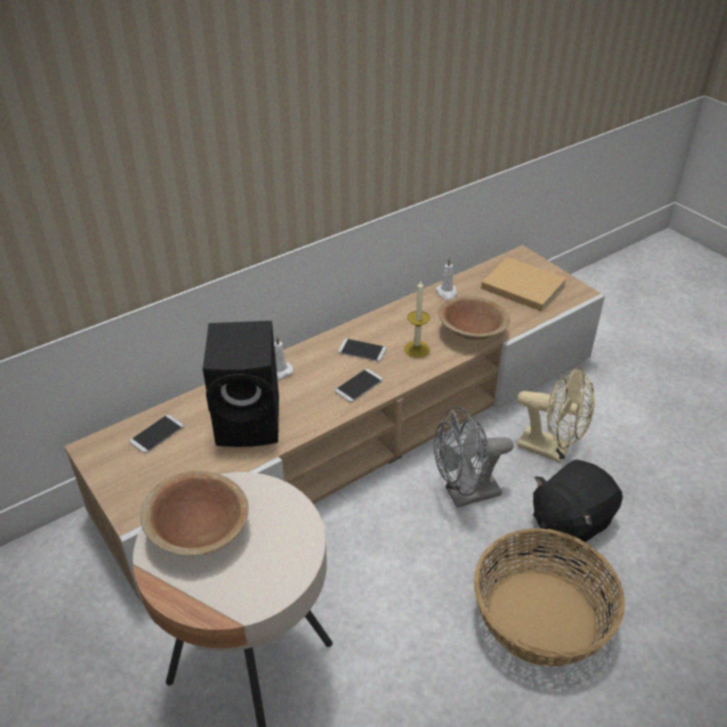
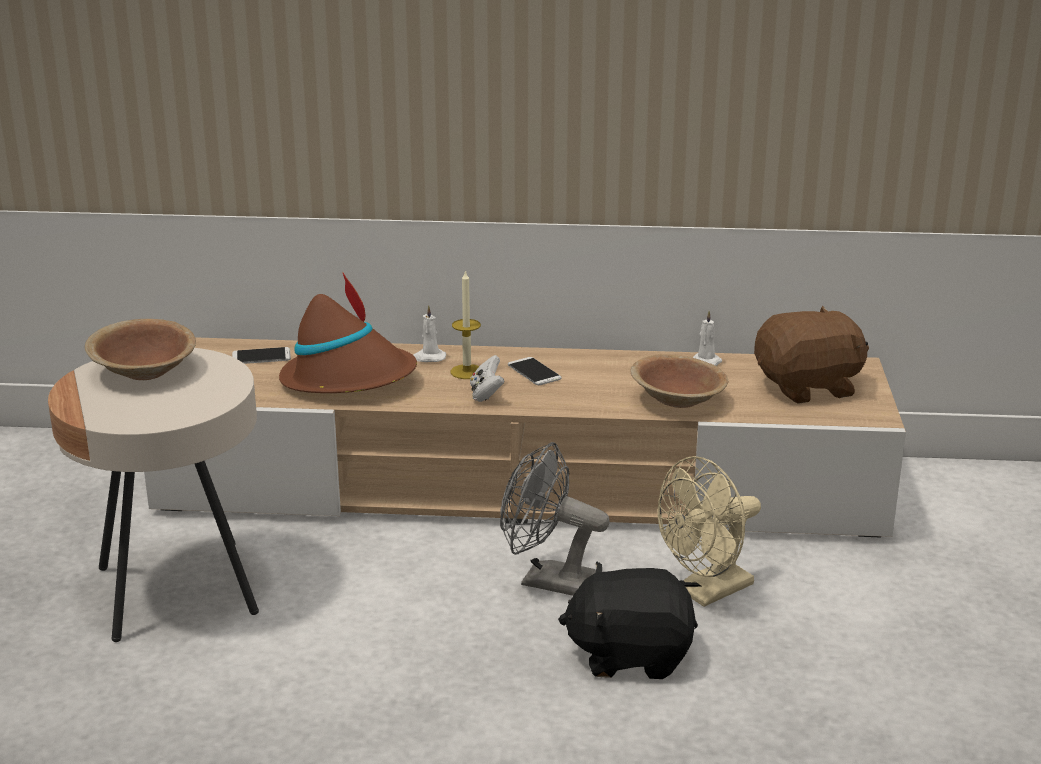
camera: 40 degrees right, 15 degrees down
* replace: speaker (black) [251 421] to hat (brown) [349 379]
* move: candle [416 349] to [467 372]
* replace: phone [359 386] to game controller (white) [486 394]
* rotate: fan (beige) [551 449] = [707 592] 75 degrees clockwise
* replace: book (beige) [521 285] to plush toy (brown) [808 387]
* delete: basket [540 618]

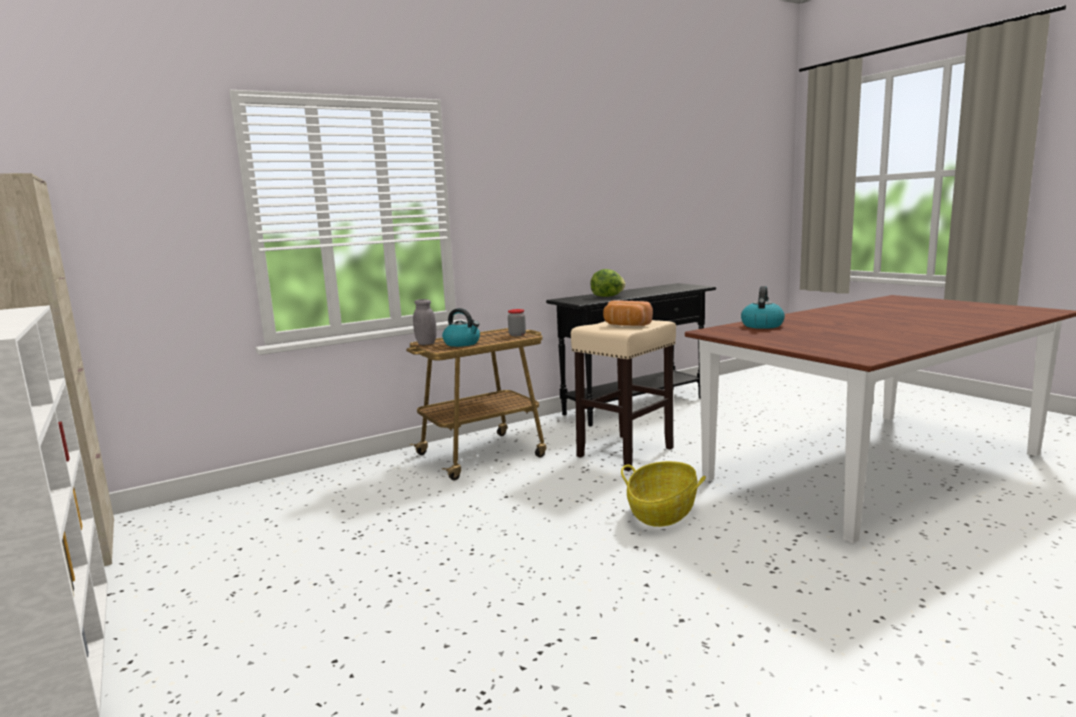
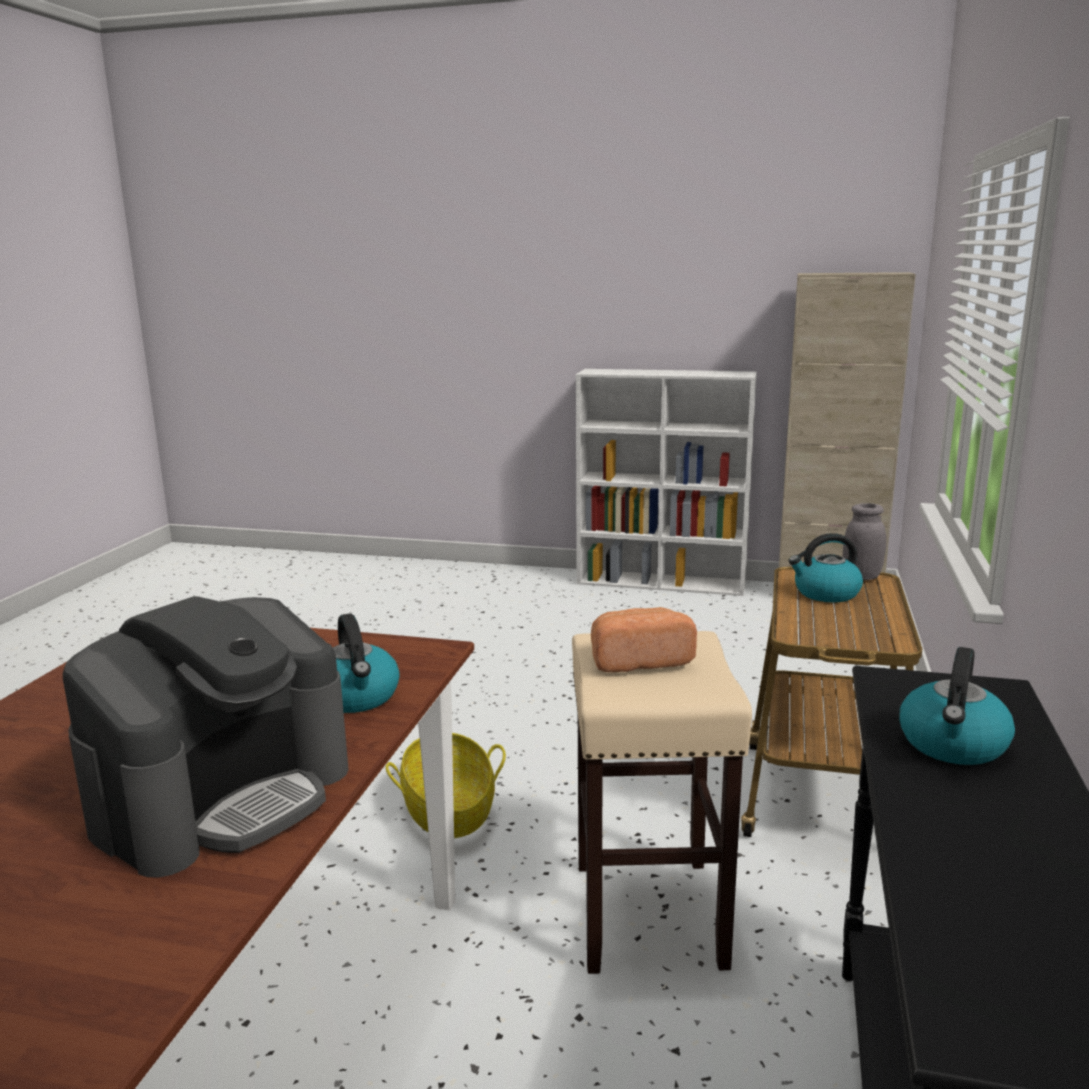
camera: 135 degrees right, 5 degrees up
* insert: coffee machine [223 796]
* replace: lettuce [608 296] to kettle [953 745]
* delete: jar [517 335]

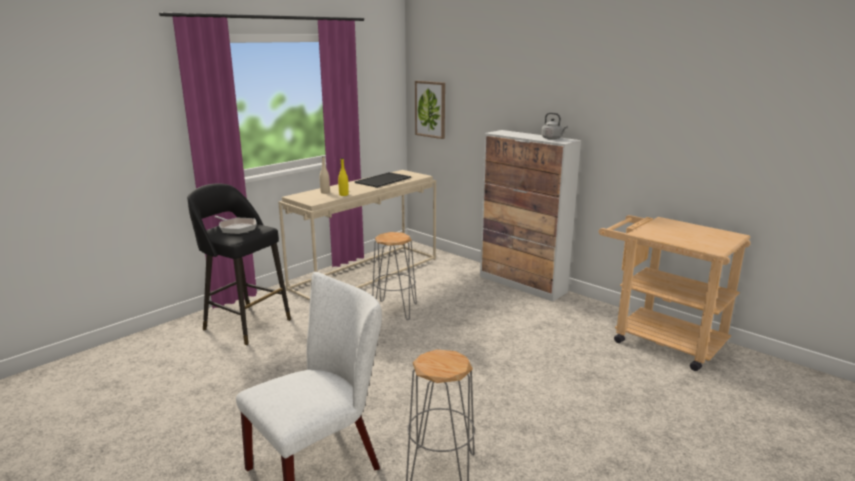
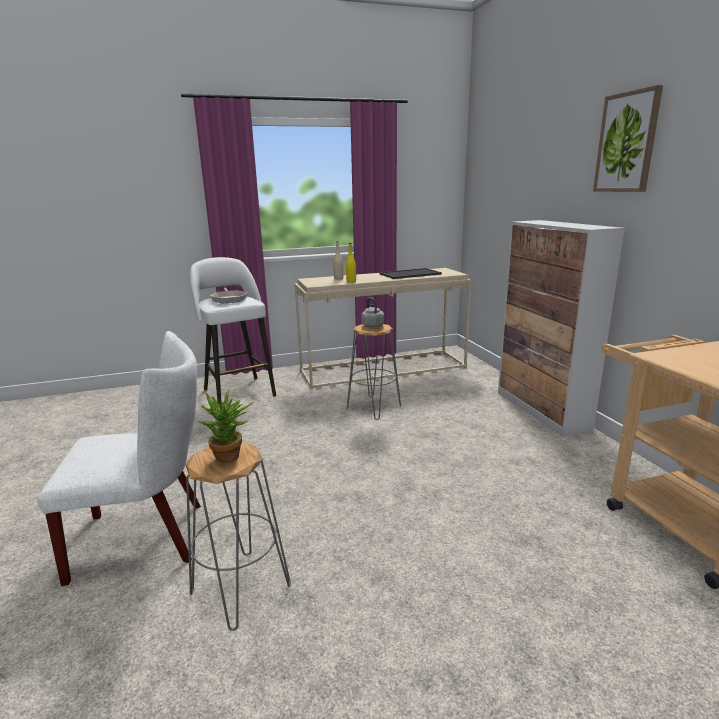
camera: 30 degrees right, 0 degrees up
* recolor: stool (black) [245 324] to stool (white) [238 392]
* insert: potted plant [231 458]
* move: kettle (grey) [552 138] to [373 326]
* move: picture [430 109] to [627 143]

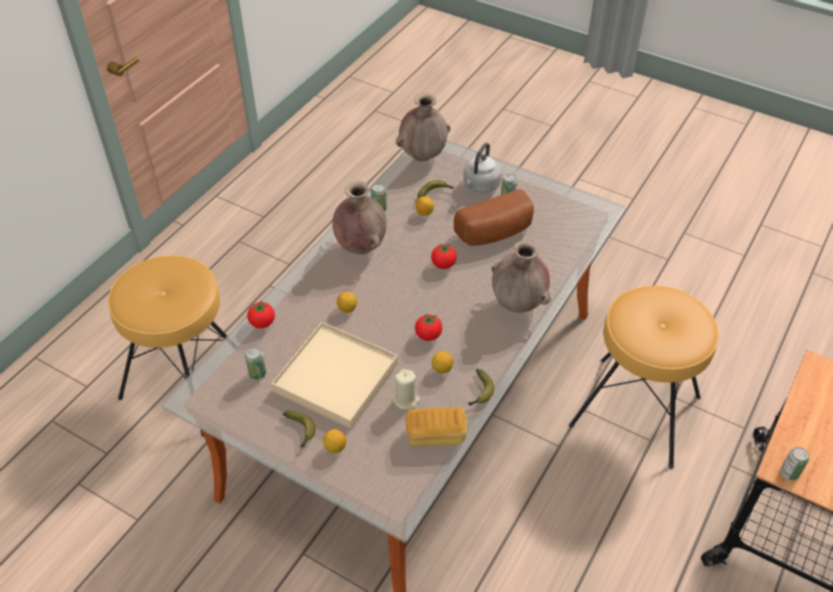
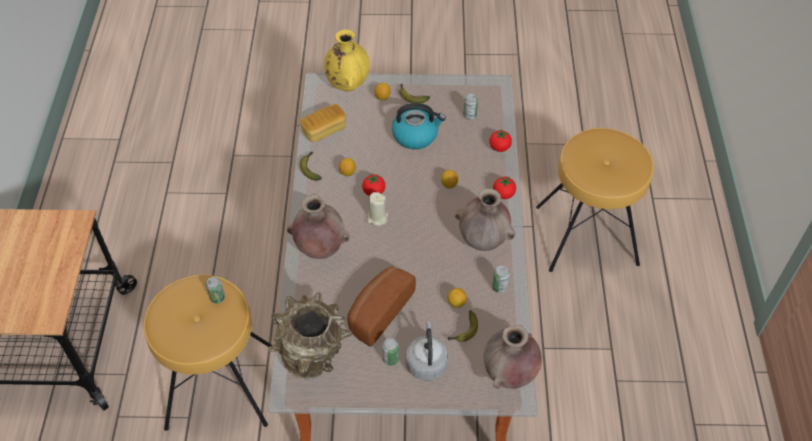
camera: 150 degrees right, 5 degrees up
* move: can [789 473] to [217 298]
* insert: vase (brown) [313 356]
* insert: vase (yellow) [347 84]
* move: candle (beige) [406 400] to [377 218]
* replace: tray (beige) [336 378] to kettle [416 135]
* move: tomato [443 264] to [503 194]

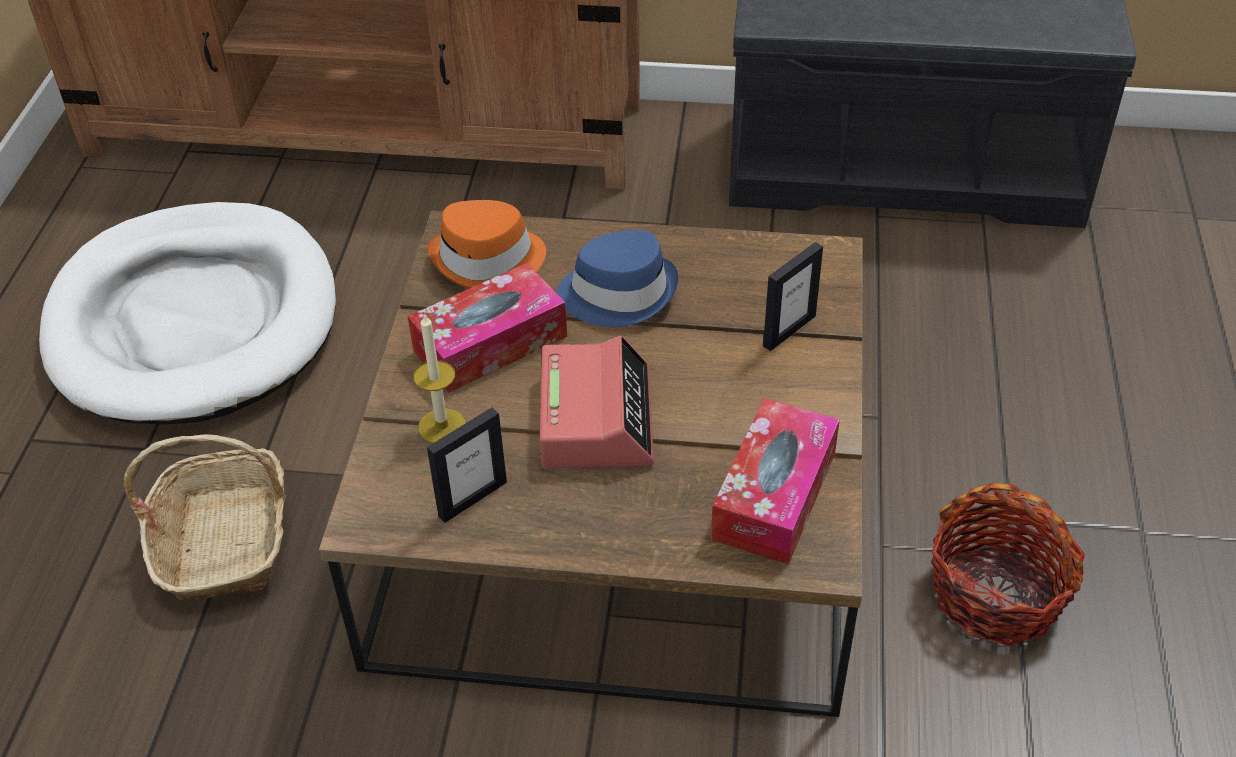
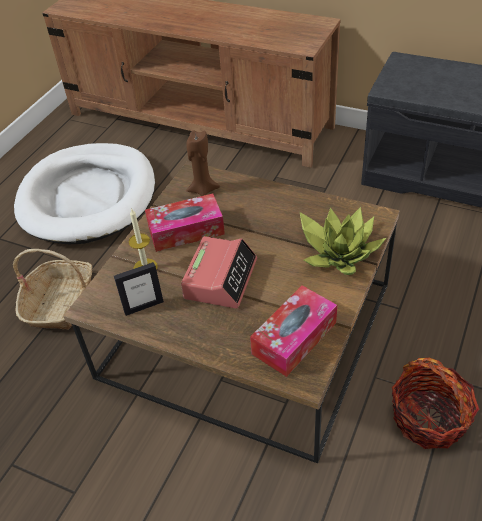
camera: 20 degrees right, 0 degrees up
* replace: hat (orange) [488 261] to candle (brown) [203 190]
* replace: picture frame [788 331] to potted plant [339 252]
* delete: hat (blue) [619 293]

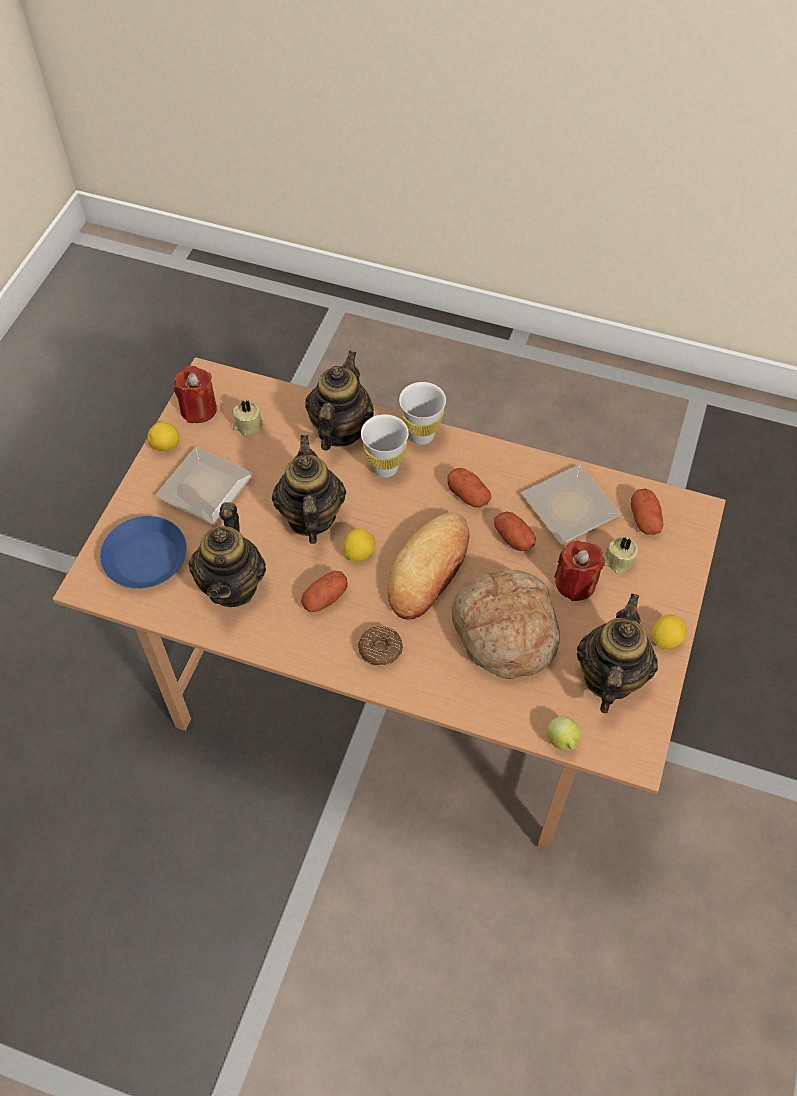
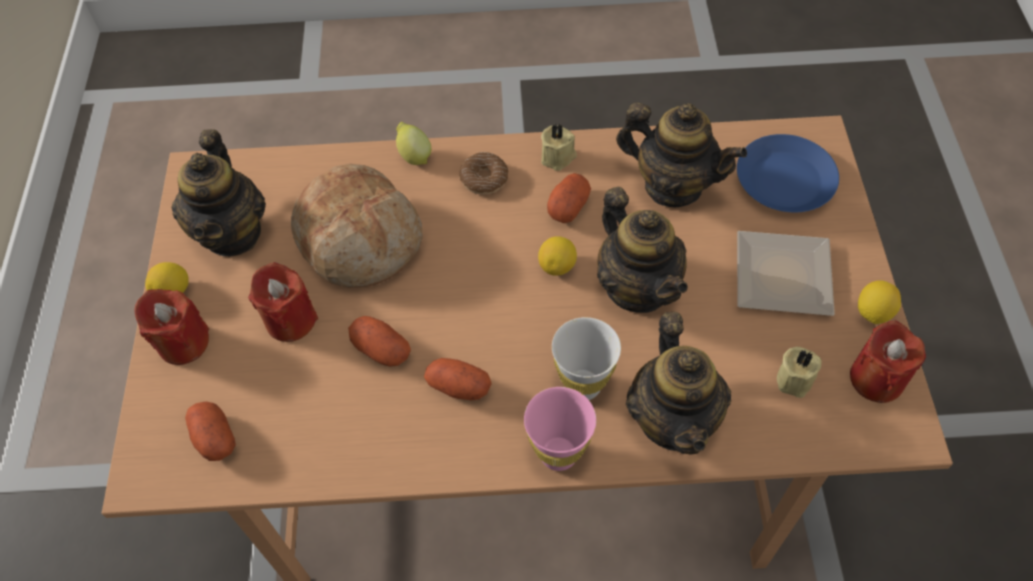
camera: 160 degrees right, 0 degrees up
* insert: candle (red) [183 342]
* move: lemon [562 742] to [414 156]
* recolor: cup (white) [421 435] to cup (pink) [558 454]
* move: candle (beige) [618 561] to [558 157]
* rotate: teapot [233 585] = [672 186] 135 degrees clockwise
* delete: bread [429 570]
* delete: plate [570 504]

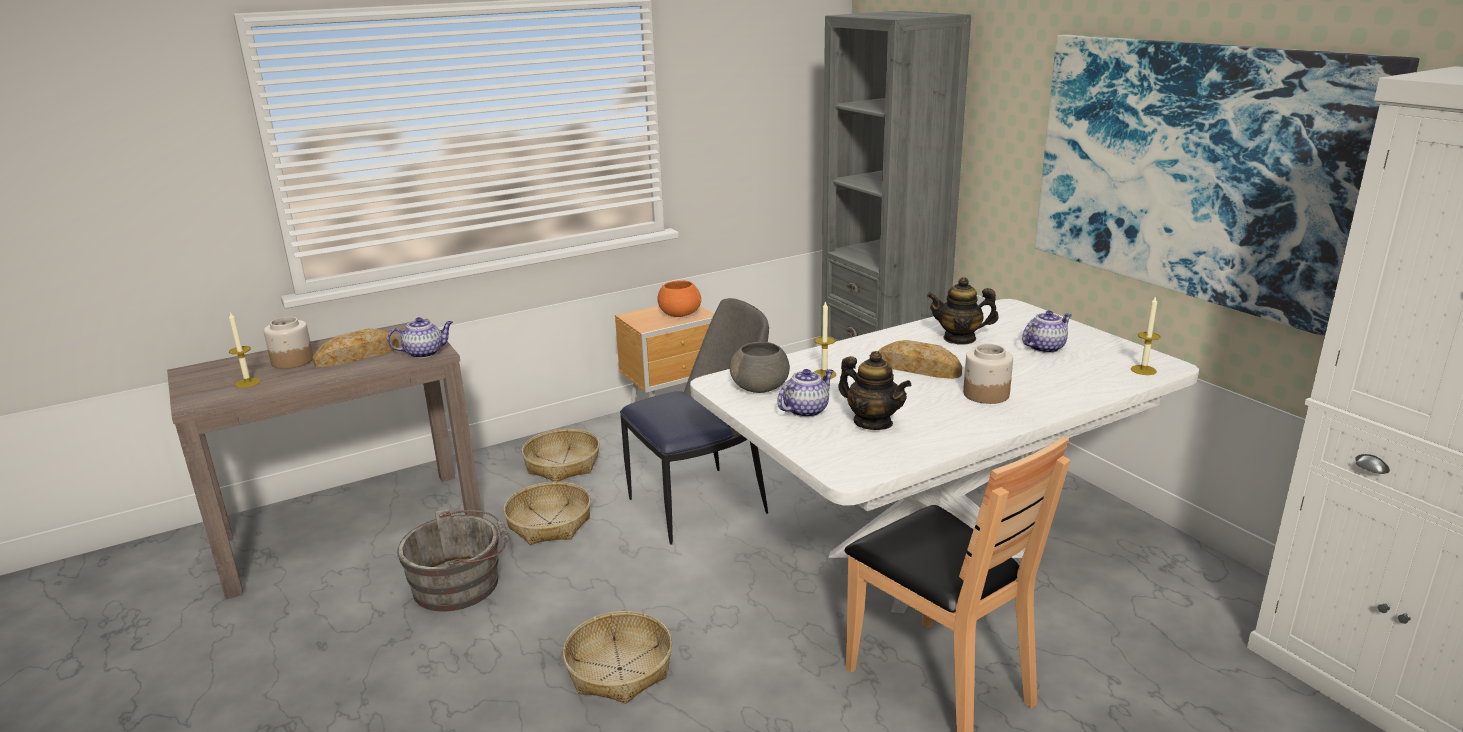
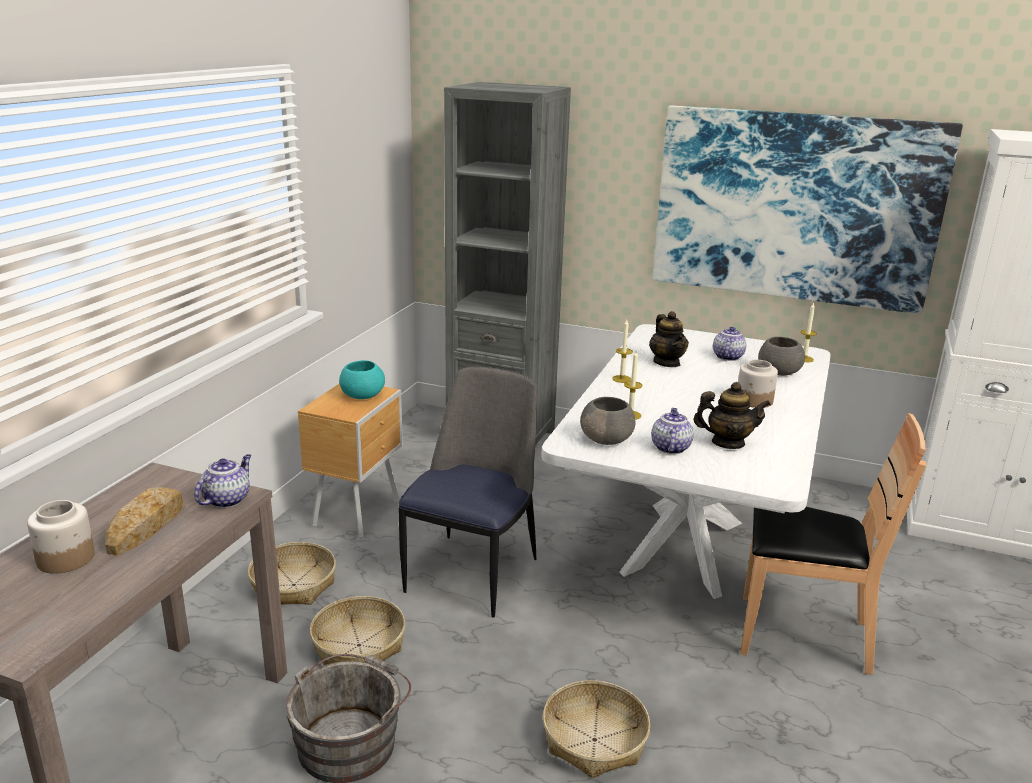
camera: 40 degrees left, 0 degrees up
* recolor: bowl (orange) [679 314] to bowl (turquoise) [362 396]
* move: candle [248 383] to [622 379]
* rotate: teapot [959 338] = [667 362] 75 degrees counterclockwise
* insert: bowl (grey) [778 372]
* delete: bread [917 368]

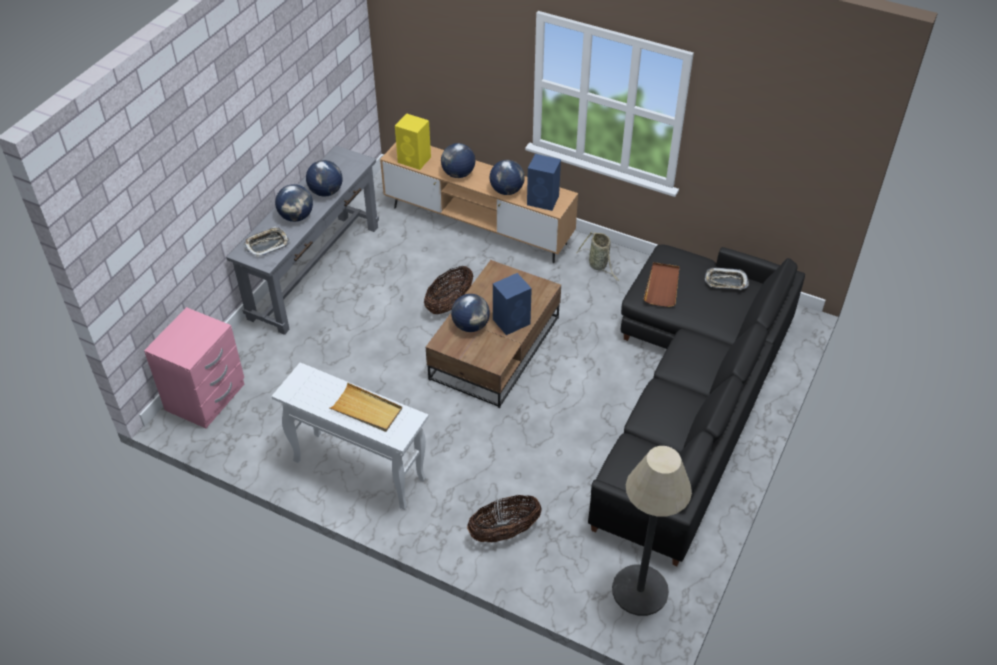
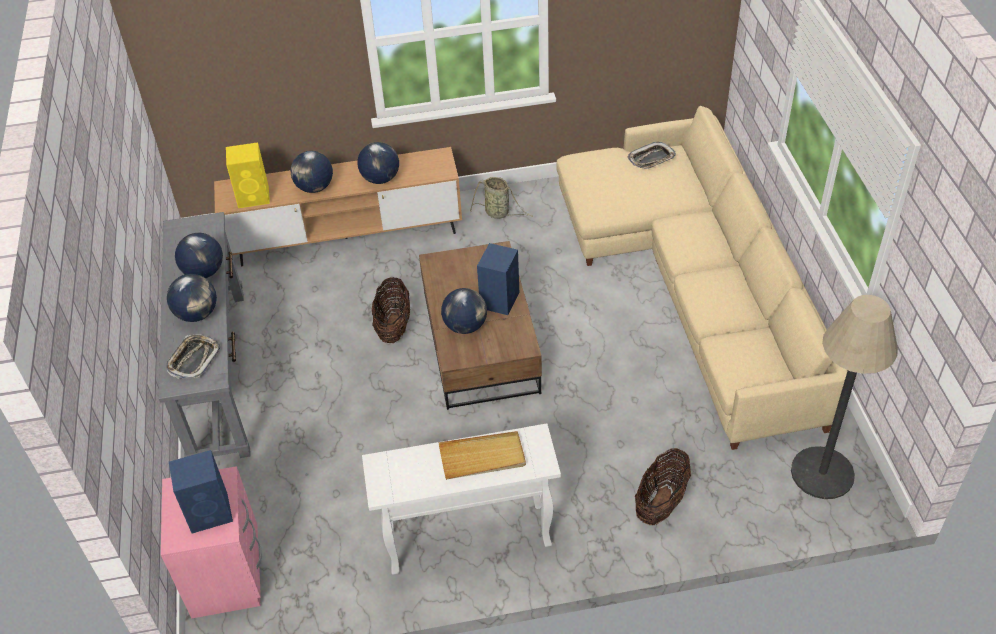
camera: 35 degrees left, 0 degrees up
* move: speaker (blue) [543 200] to [211 512]
* recolor: sofa (black) [690 398] to sofa (beige) [693 284]
* delete: tray (brown) [662 286]

